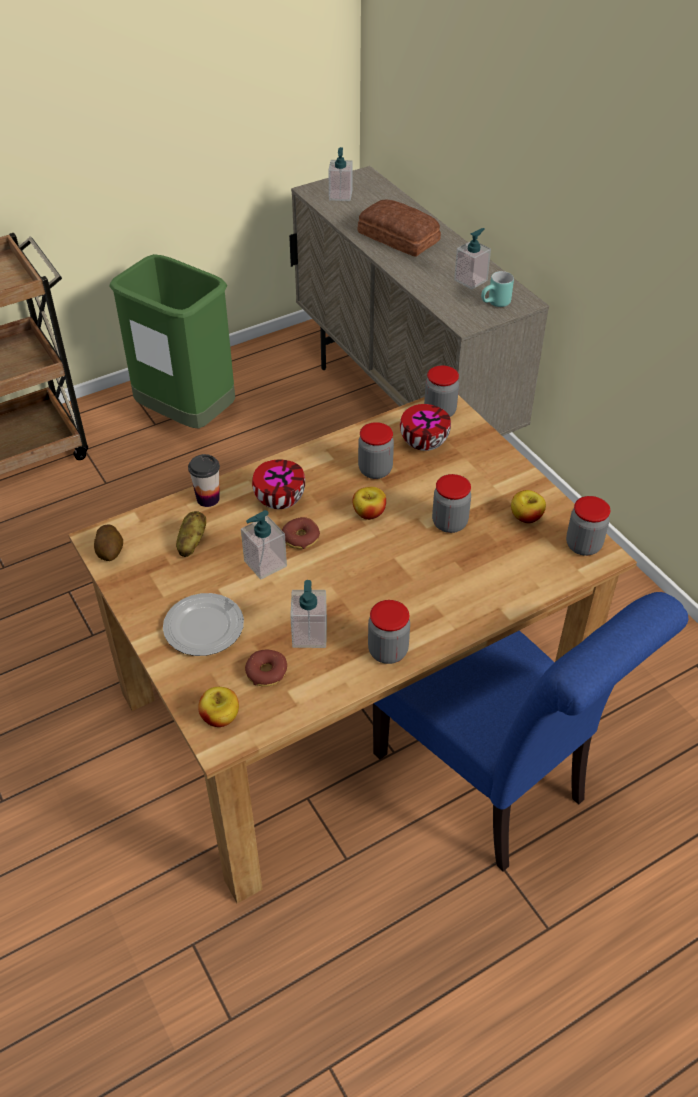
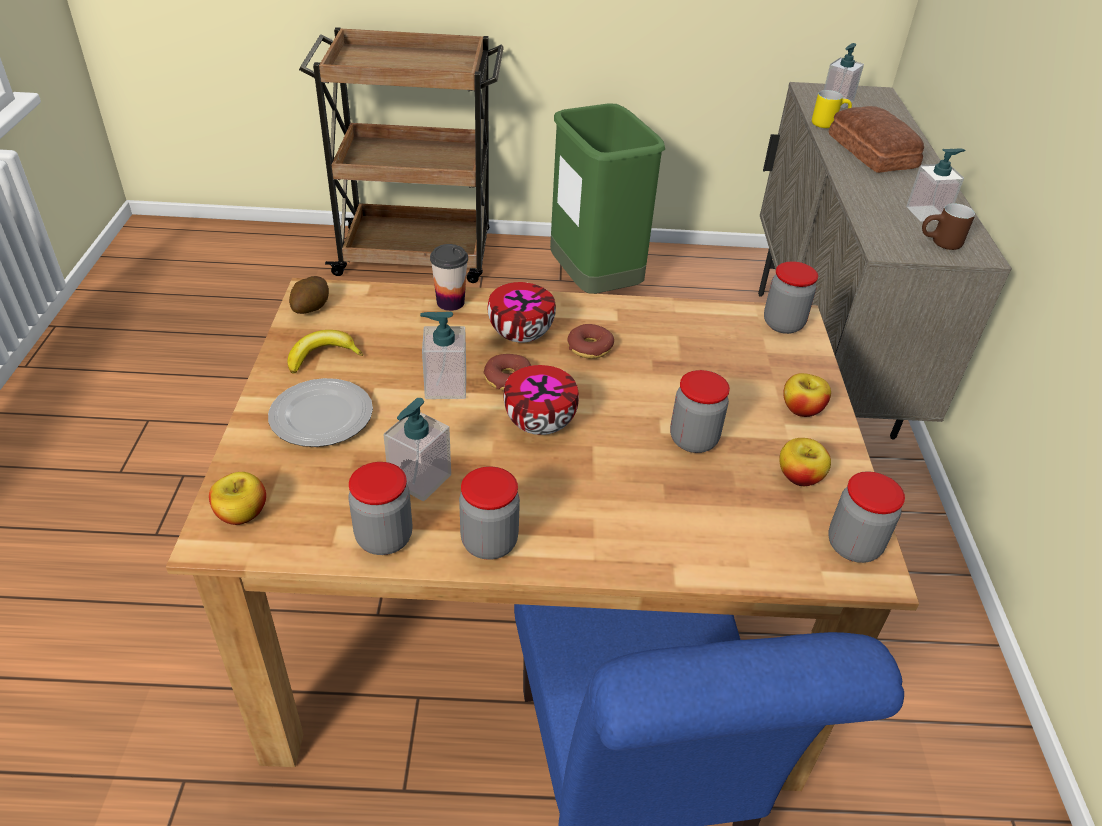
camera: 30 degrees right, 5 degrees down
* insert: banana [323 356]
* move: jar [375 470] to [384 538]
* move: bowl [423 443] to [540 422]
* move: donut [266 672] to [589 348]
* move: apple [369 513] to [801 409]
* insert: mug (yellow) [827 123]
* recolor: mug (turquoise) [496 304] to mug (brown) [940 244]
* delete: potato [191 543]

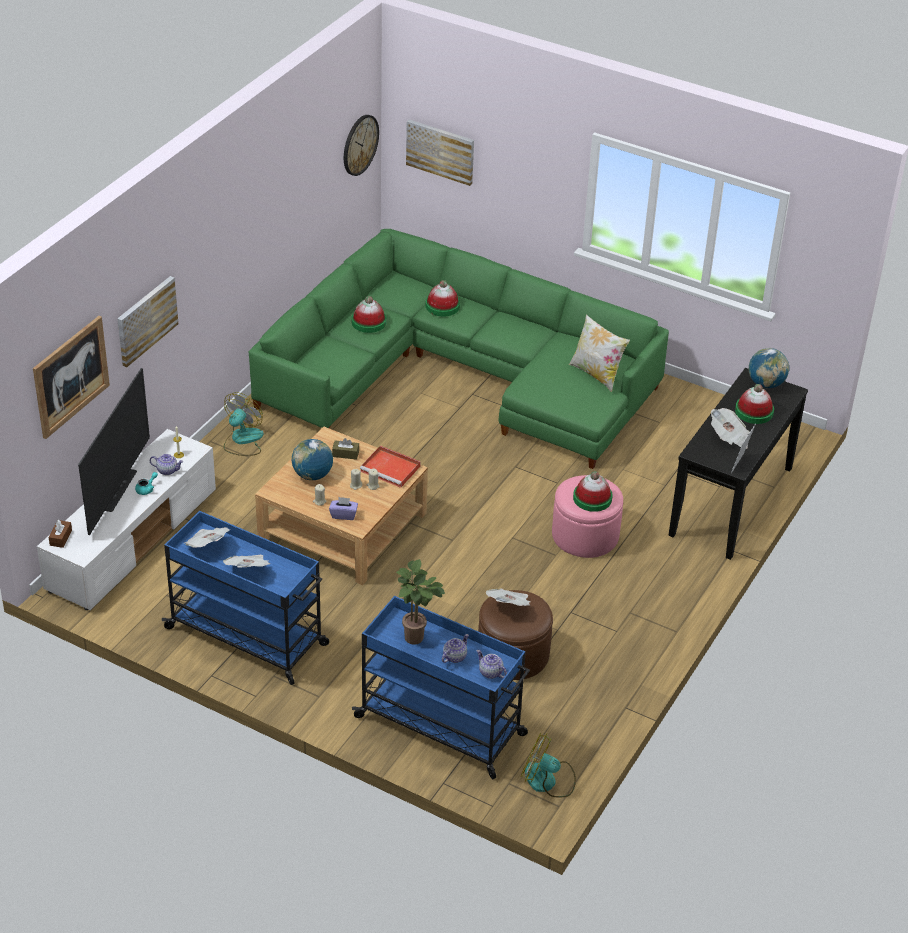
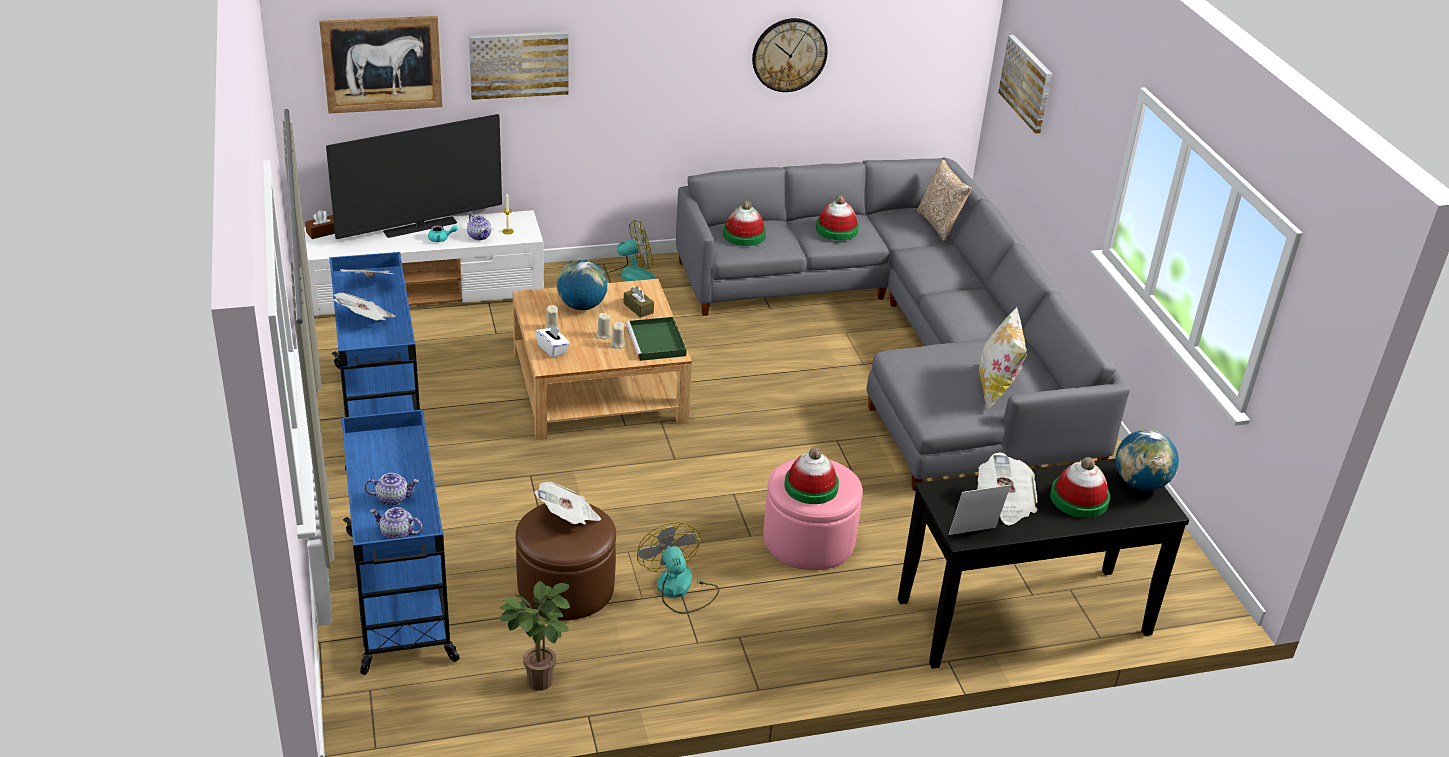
camera: 45 degrees right, 5 degrees down
* rotate: teapot [490 672] = [396 534] 75 degrees counterclockwise
* move: potted plant [416 639] to [539 685]
* recolor: tissue box (purple) [343 515] to tissue box (white) [552 349]
* recolor: tray (red) [391 469] to tray (green) [657 342]
* move: fan [547 781] to [679 589]
* recolor: sofa (green) [459 375] to sofa (grey) [906 339]
* move: hat [442 306] to [744 235]
* move: wall clock [360 144] to [789 54]
* insert: pillow [939 225]

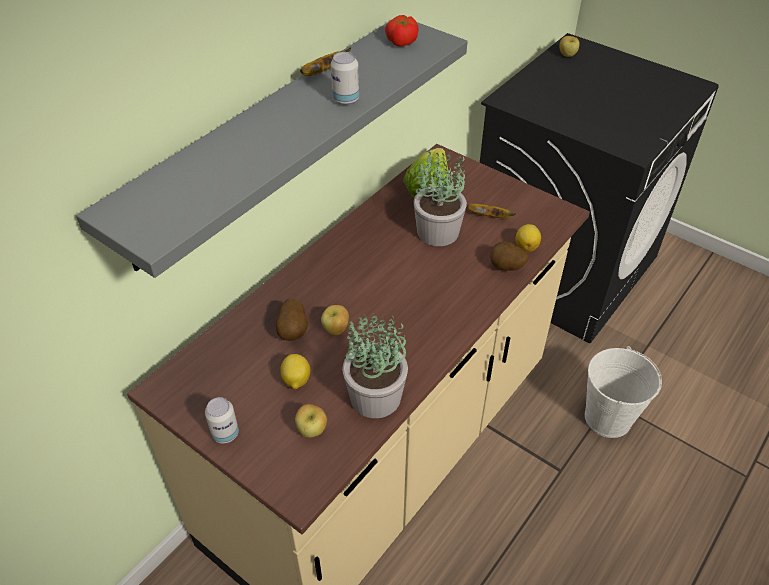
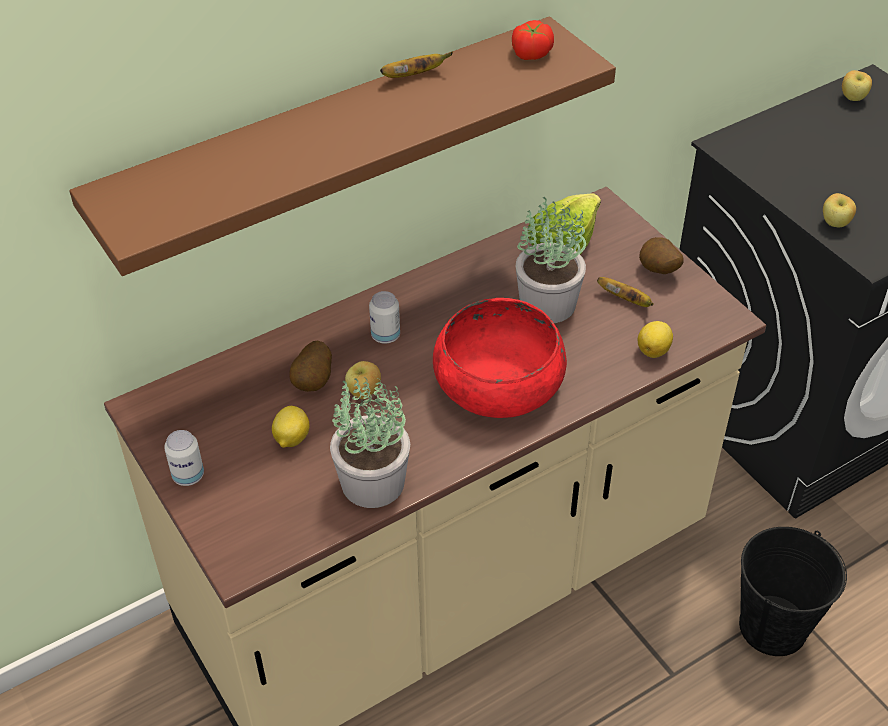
camera: 20 degrees right, 0 degrees up
* recolor: shelf (grey) [268 137] to shelf (brown) [331 141]
* move: can [345 99] to [385 336]
* insert: bowl (red) [498 382]
* move: potato [506 268] to [658 271]
* recolor: bucket (white) [607 418] to bucket (black) [772 626]
* move: apple [312 430] to [835 223]

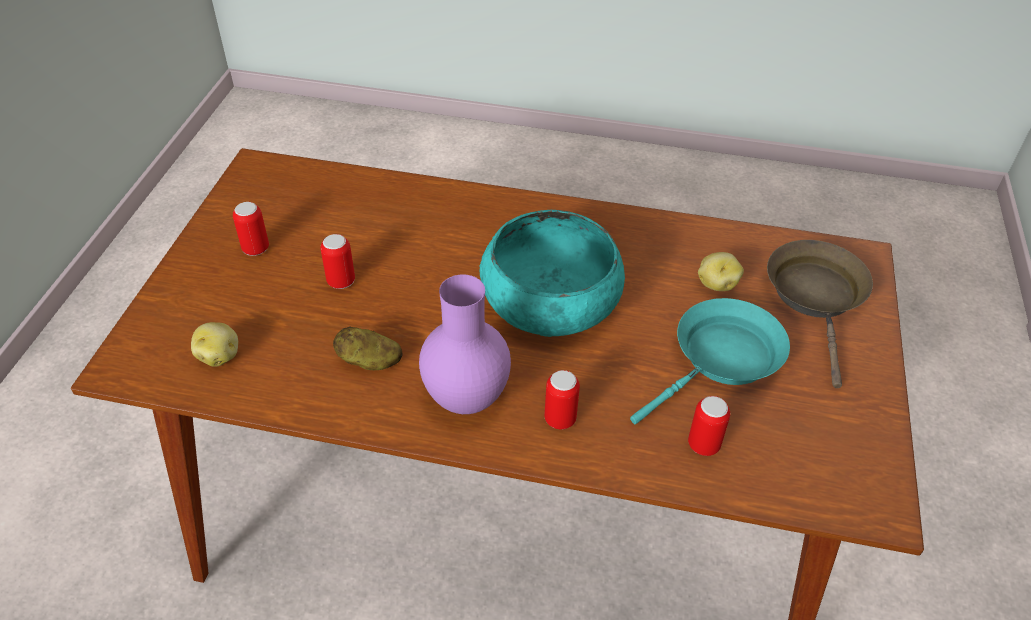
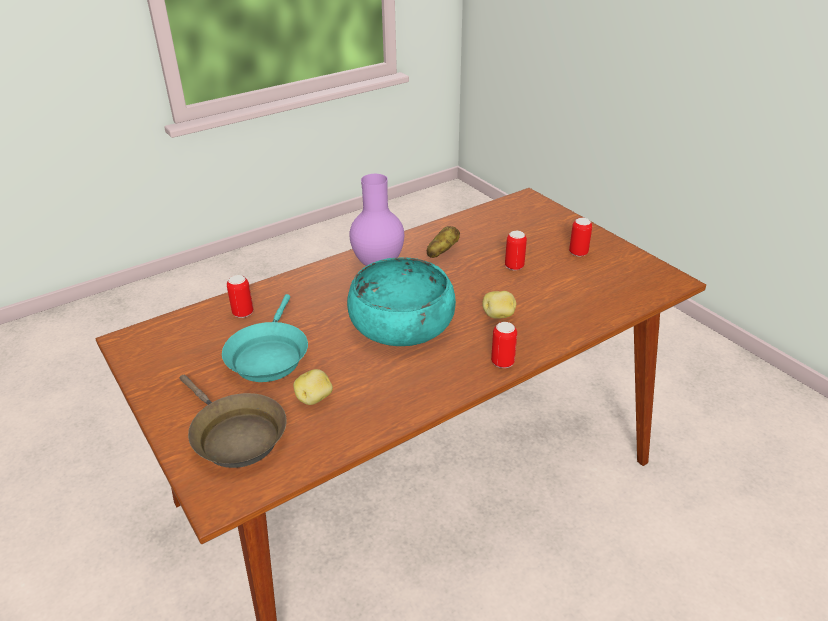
camera: 135 degrees right, 10 degrees down
* move: potato [219 356] to [499 315]
* move: can [560 419] to [502 362]

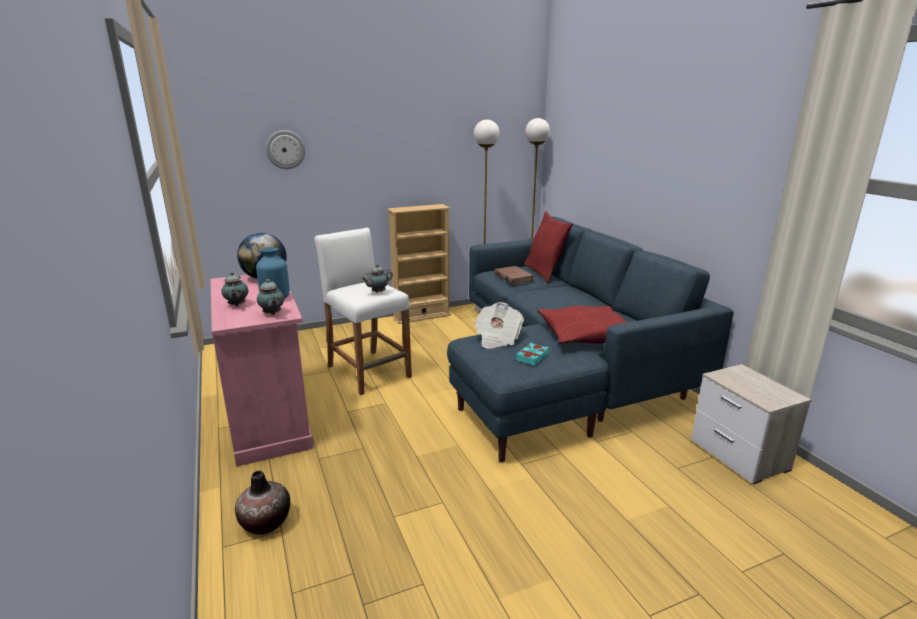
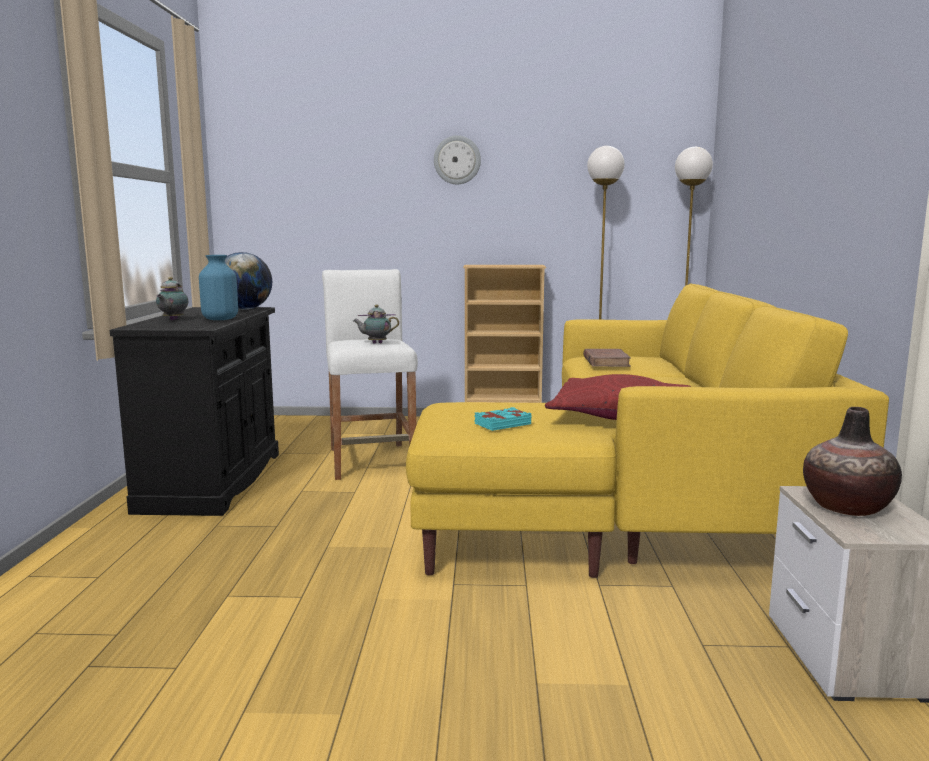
camera: 25 degrees right, 10 degrees down
* recolor: cabinet (pink) [269 417] to cabinet (black) [213 481]
* recolor: sofa (blue) [561 369] to sofa (yellow) [639 499]
* move: wall clock [285 149] to [457 160]
* move: vase [265 523] to [846 507]
* delete: teapot [272 314]
* delete: newspaper [497 338]
* delete: pillow (red) [545 273]

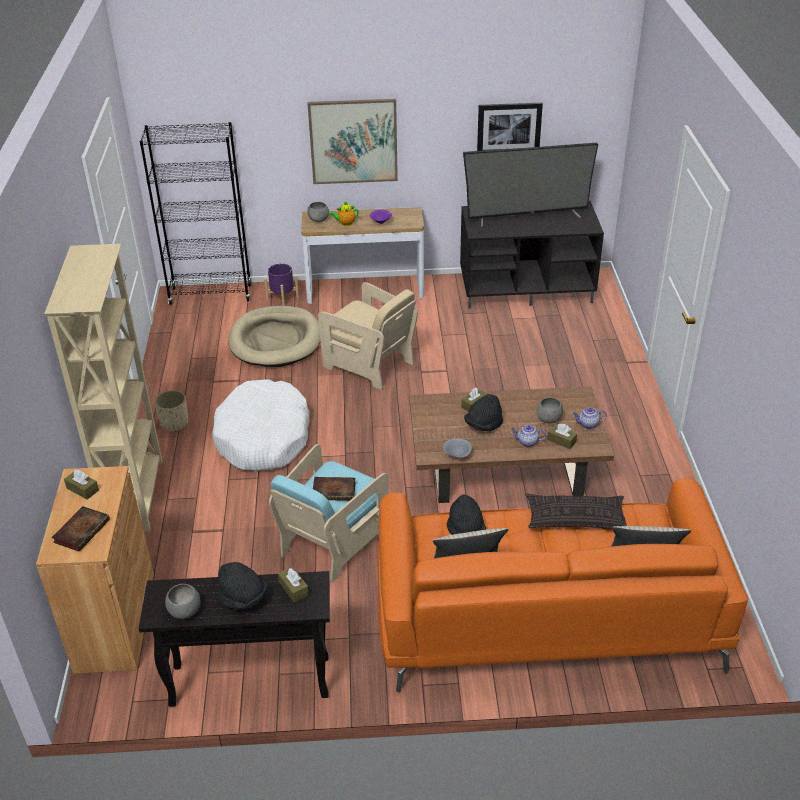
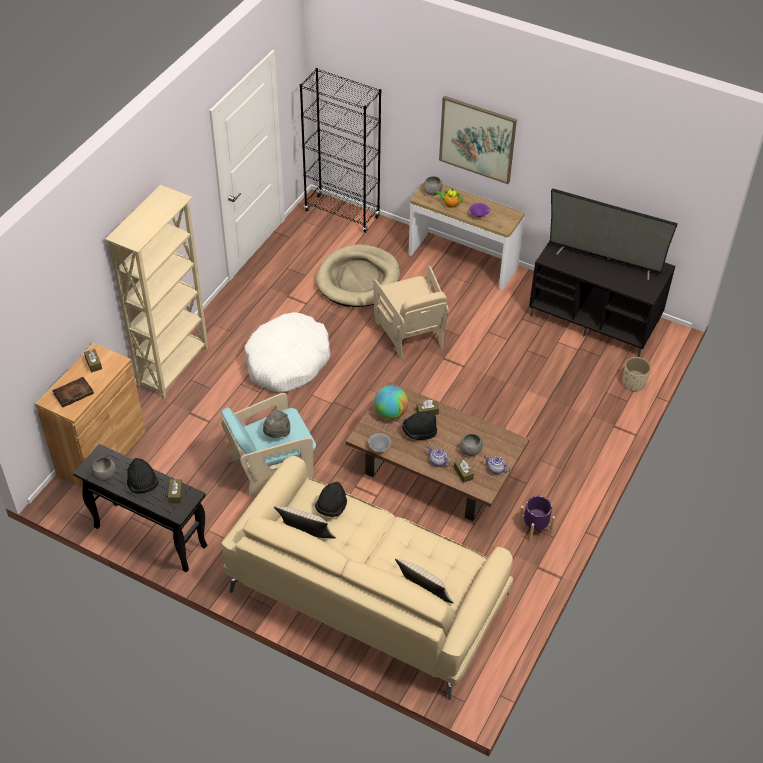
camera: 30 degrees right, 10 degrees up
* recolor: sofa (orange) [545 613] to sofa (beige) [366 592]
* replace: book [335 491] to hat (grey) [277 433]
* insert: globe [390 413]
* move: planter (purple) [283 298] to [535 527]
* move: planter (beige) [175 423] to [634 383]
* delete: picture [509 128]
* delete: pillow [575 518]

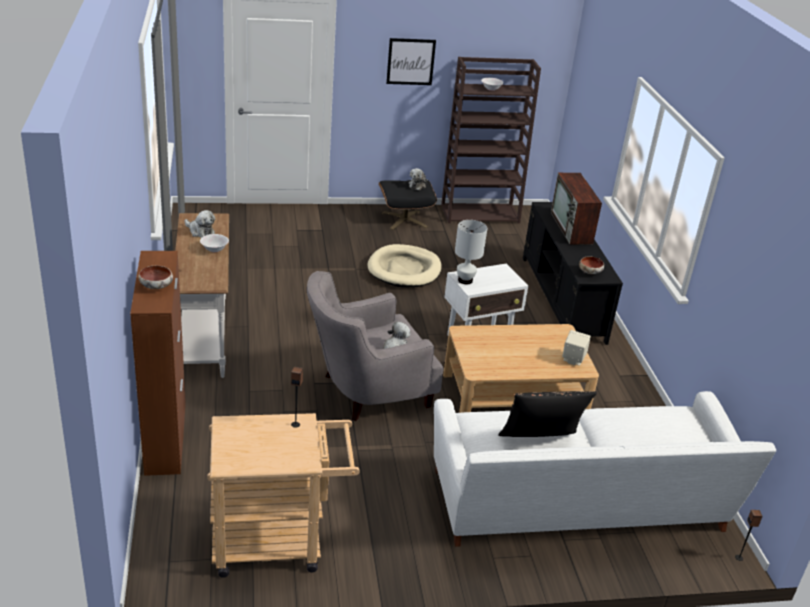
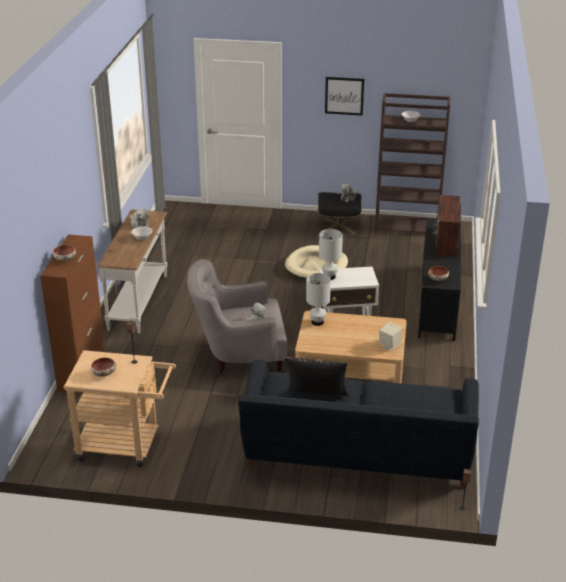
camera: 20 degrees right, 0 degrees up
* insert: bowl [103 373]
* recolor: sofa (white) [580 506] to sofa (black) [357 454]
* insert: table lamp (white) [317 322]

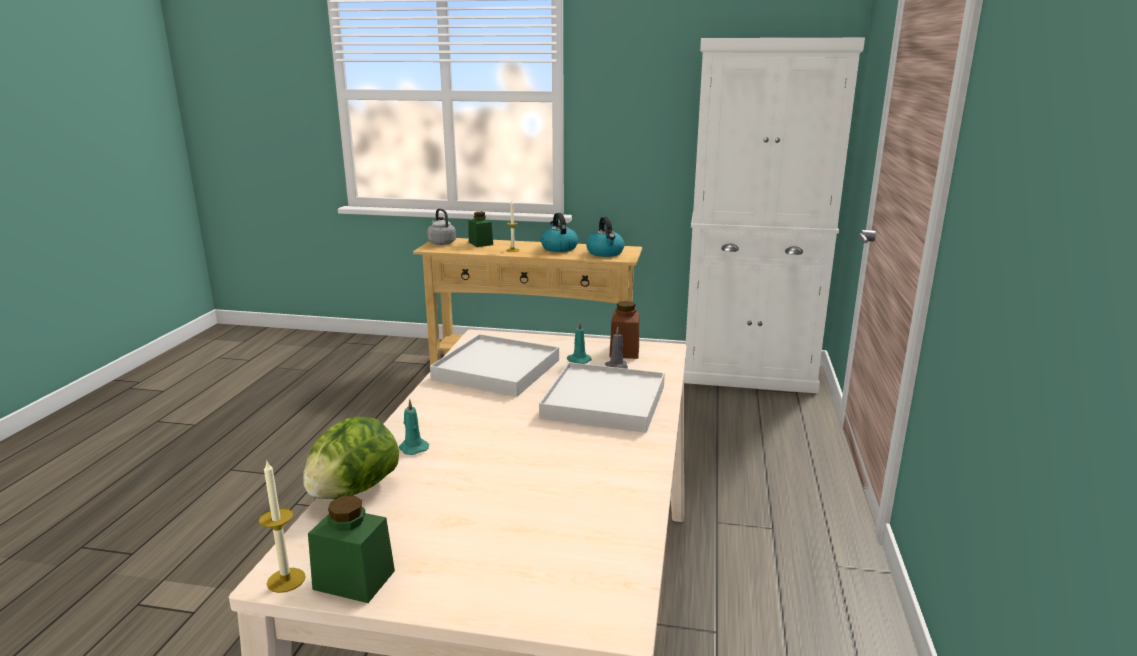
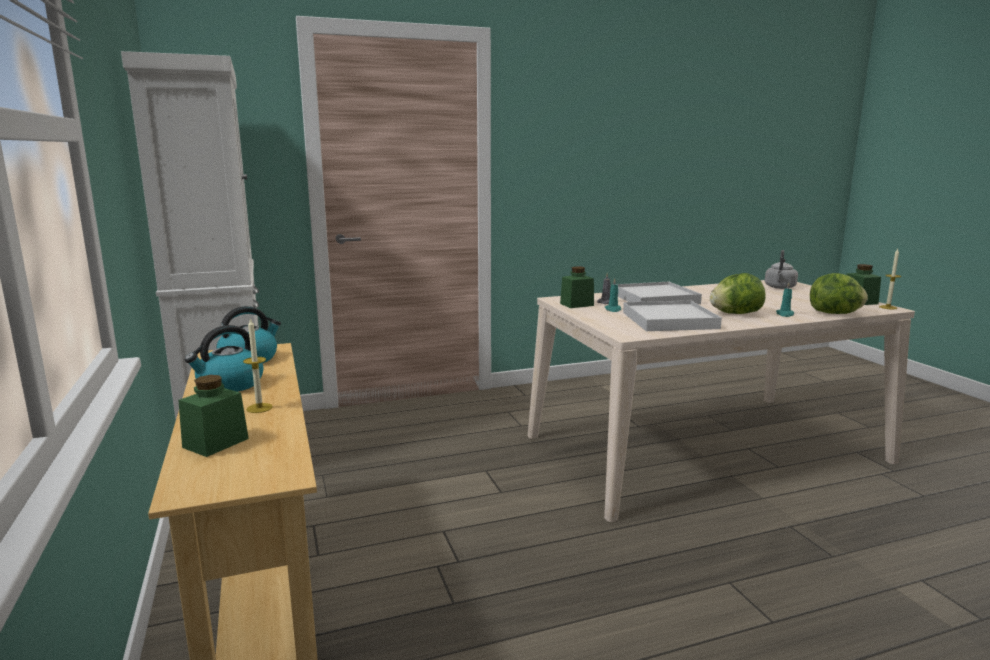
camera: 120 degrees left, 5 degrees down
* recolor: jar (brown) [624 351] to jar (green) [577 304]
* insert: lettuce [735 314]
* move: kettle (grey) [441 243] to [779 287]

